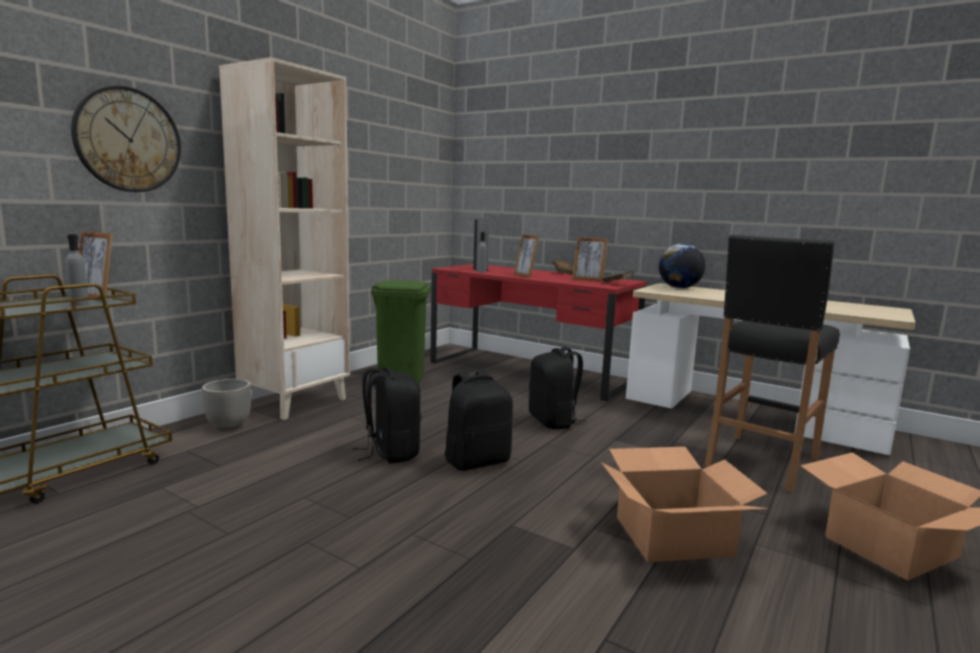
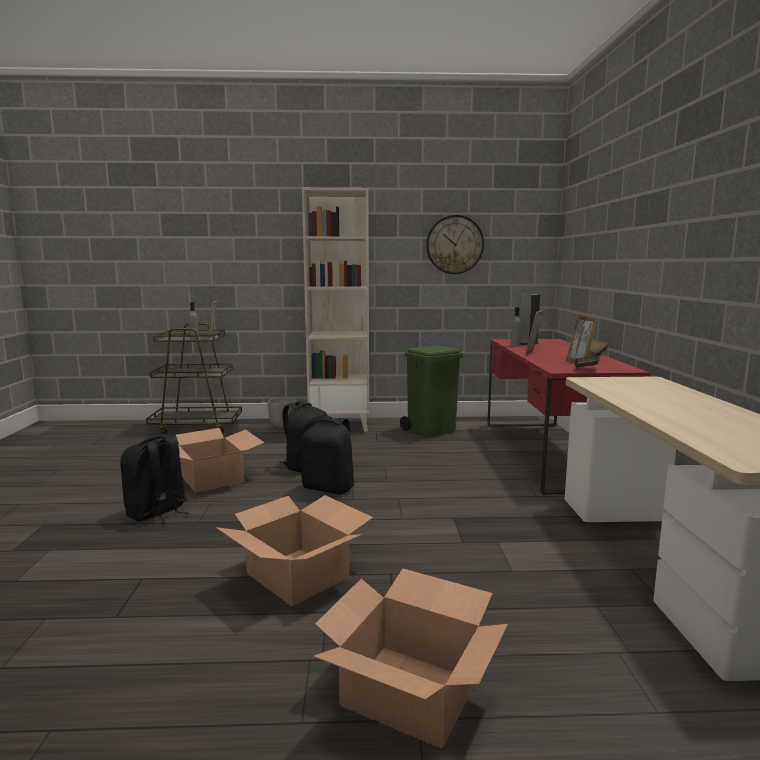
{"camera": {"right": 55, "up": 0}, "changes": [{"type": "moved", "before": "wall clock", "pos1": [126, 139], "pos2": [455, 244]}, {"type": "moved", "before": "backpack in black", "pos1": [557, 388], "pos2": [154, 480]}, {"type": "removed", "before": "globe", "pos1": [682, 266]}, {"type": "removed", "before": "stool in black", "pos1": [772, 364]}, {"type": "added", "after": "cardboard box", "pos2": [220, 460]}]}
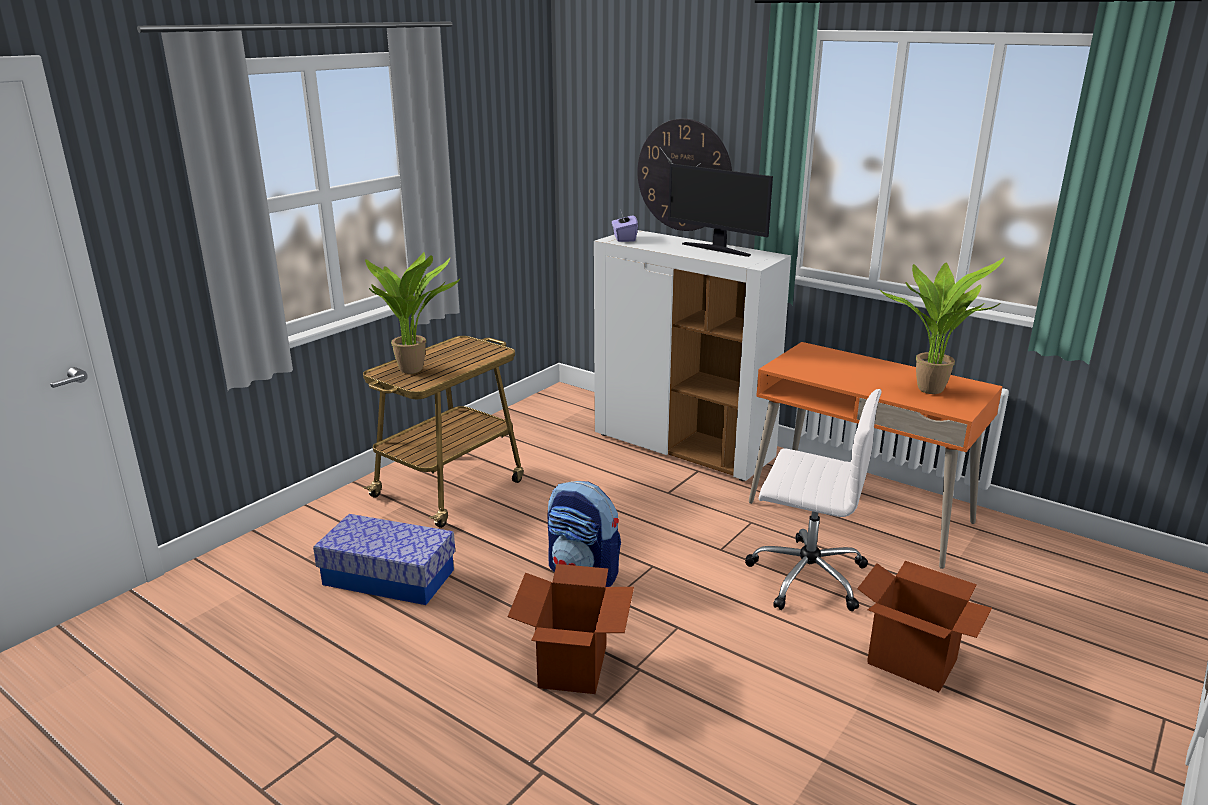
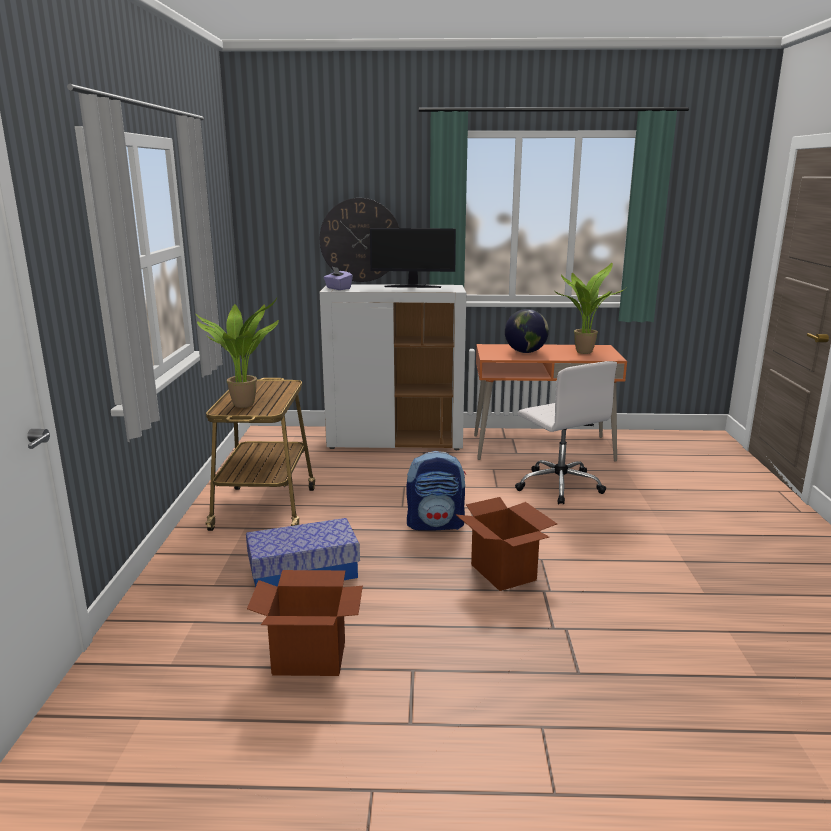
{"camera": {"right": -35, "up": -5}, "changes": [{"type": "turned", "before": "office chair in white", "pos1": [813, 500], "pos2": [566, 433], "turn": 75}, {"type": "moved", "before": "cardboard box", "pos1": [924, 626], "pos2": [305, 623]}, {"type": "added", "after": "globe", "pos2": [527, 331]}]}
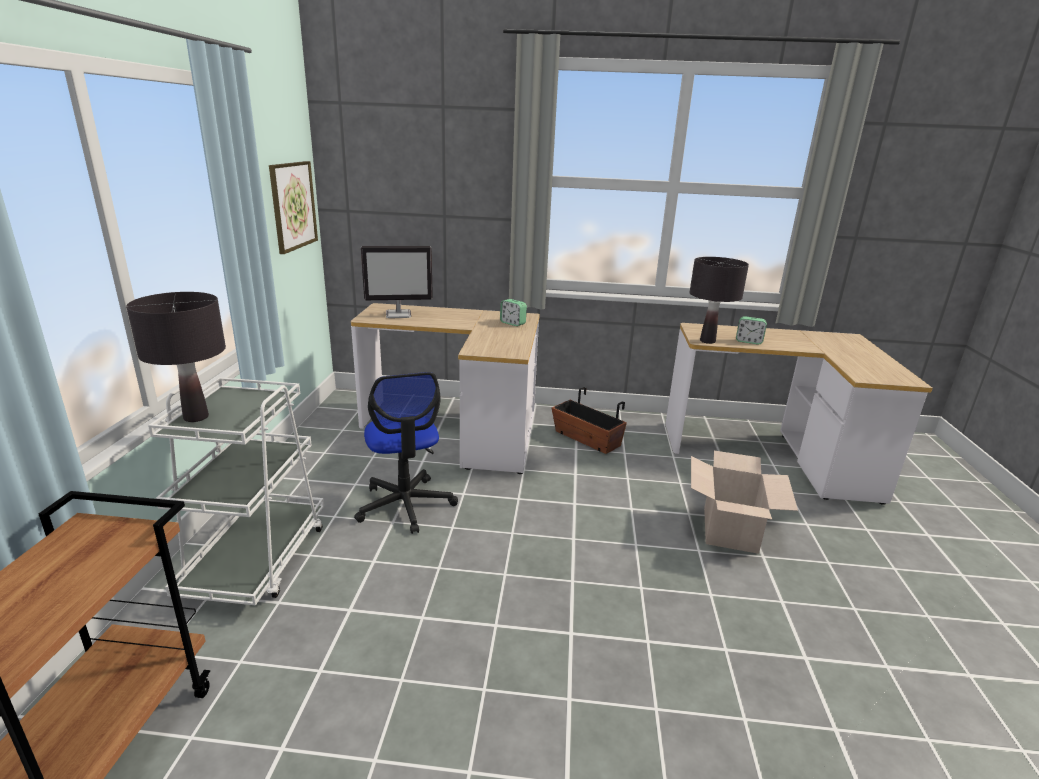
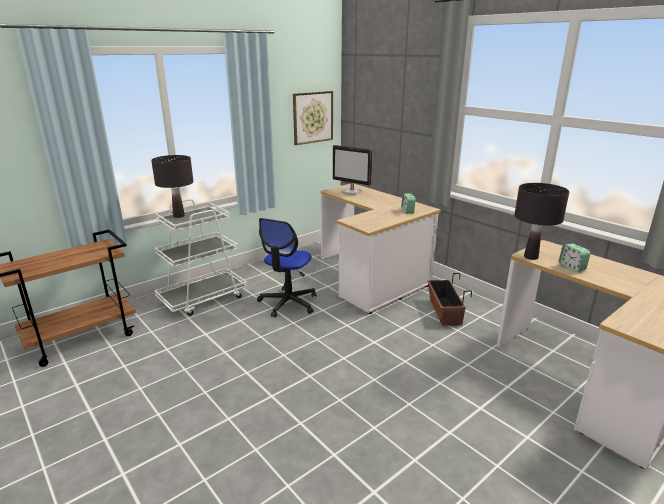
{"camera": {"right": 45, "up": 0}, "changes": [{"type": "removed", "before": "cardboard box", "pos1": [744, 502]}]}
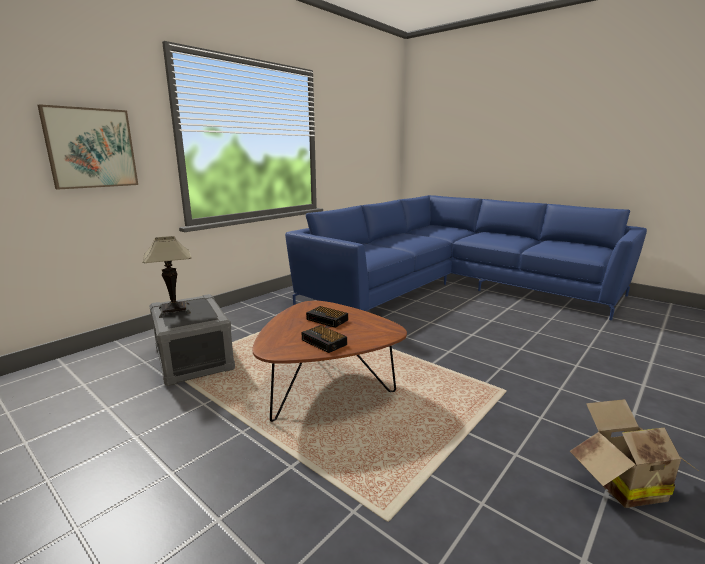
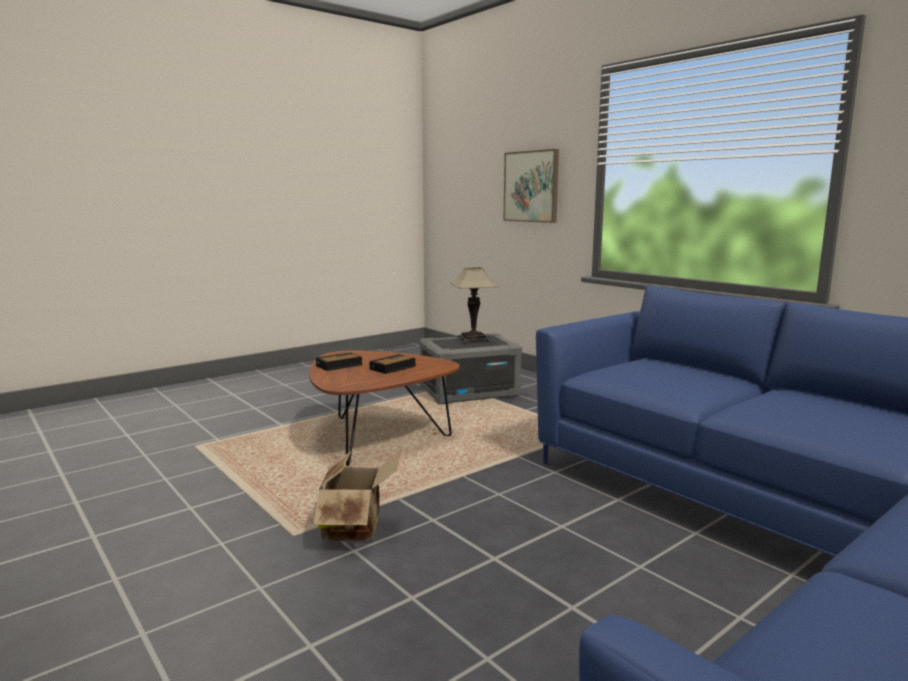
{"camera": {"right": 100, "up": -5}, "changes": [{"type": "moved", "before": "cardboard box", "pos1": [635, 453], "pos2": [357, 496]}]}
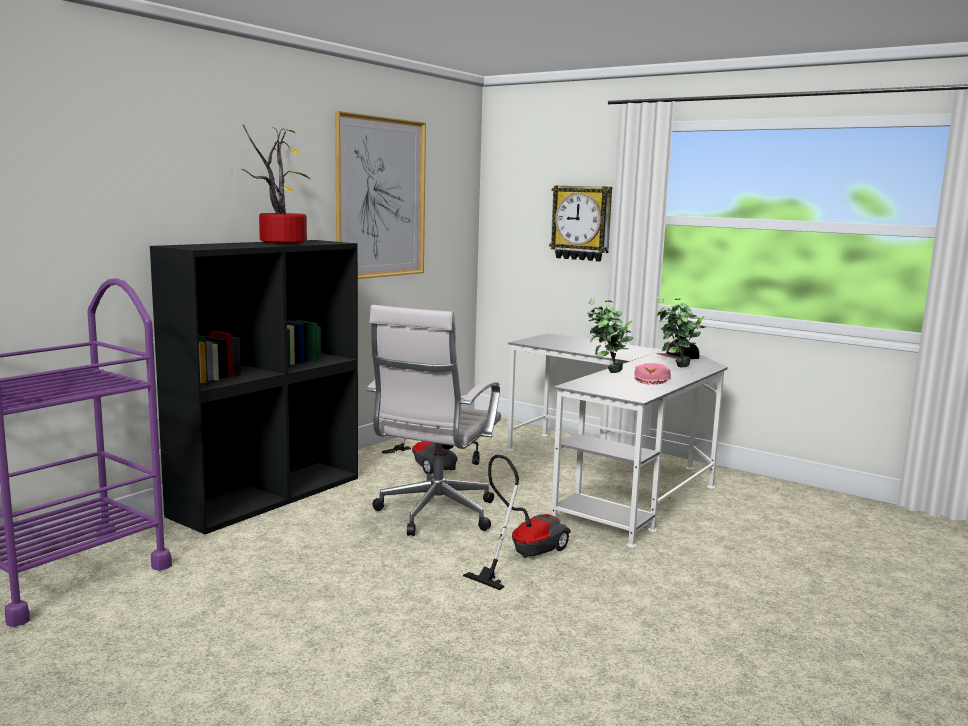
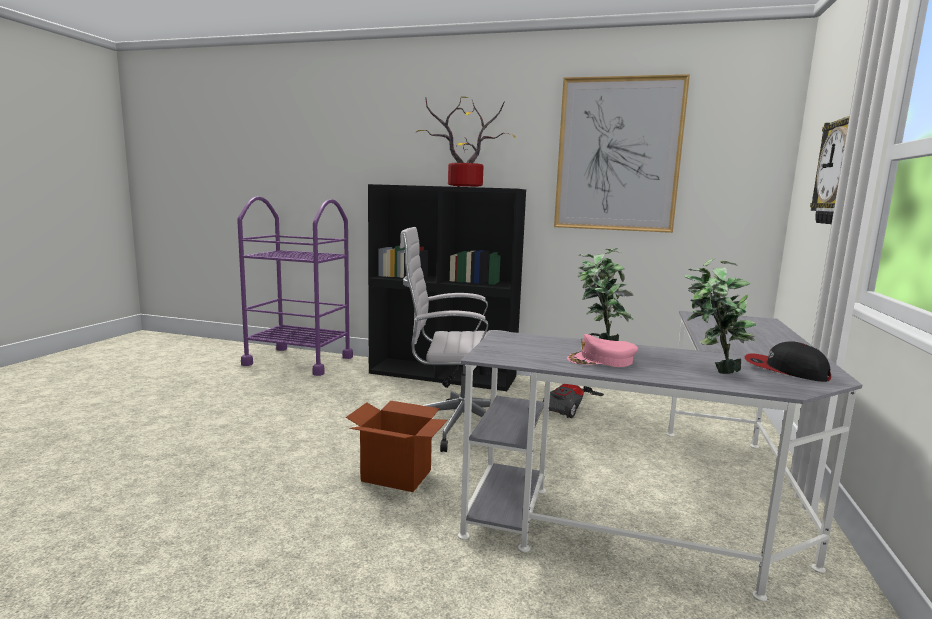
{"camera": {"right": 70, "up": 0}, "changes": [{"type": "replaced", "before": "vacuum cleaner", "after": "cardboard box", "pos1": [517, 522], "pos2": [397, 446]}]}
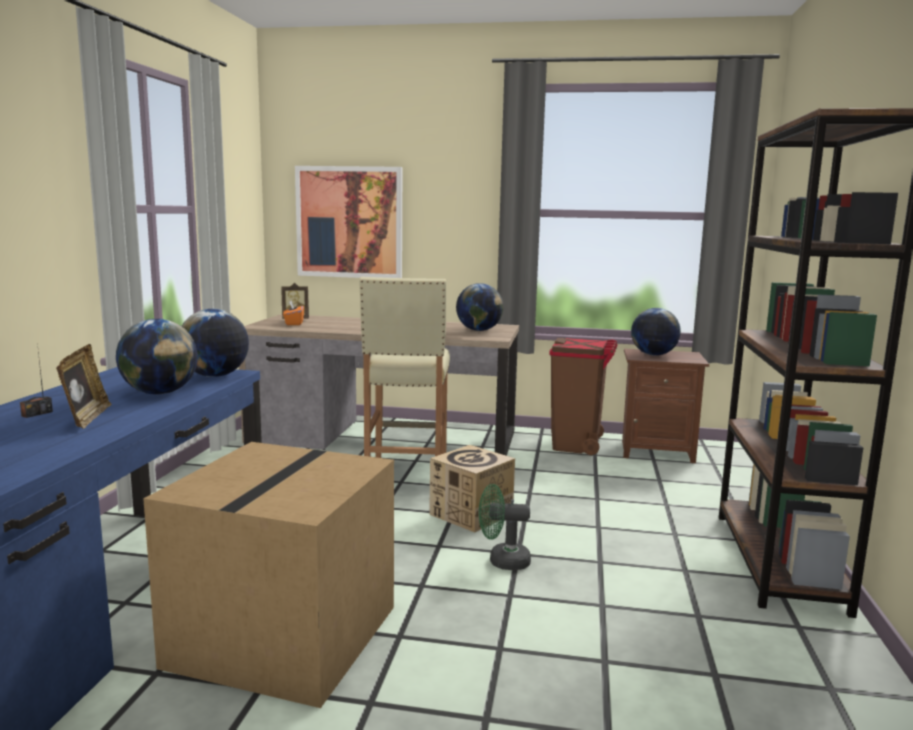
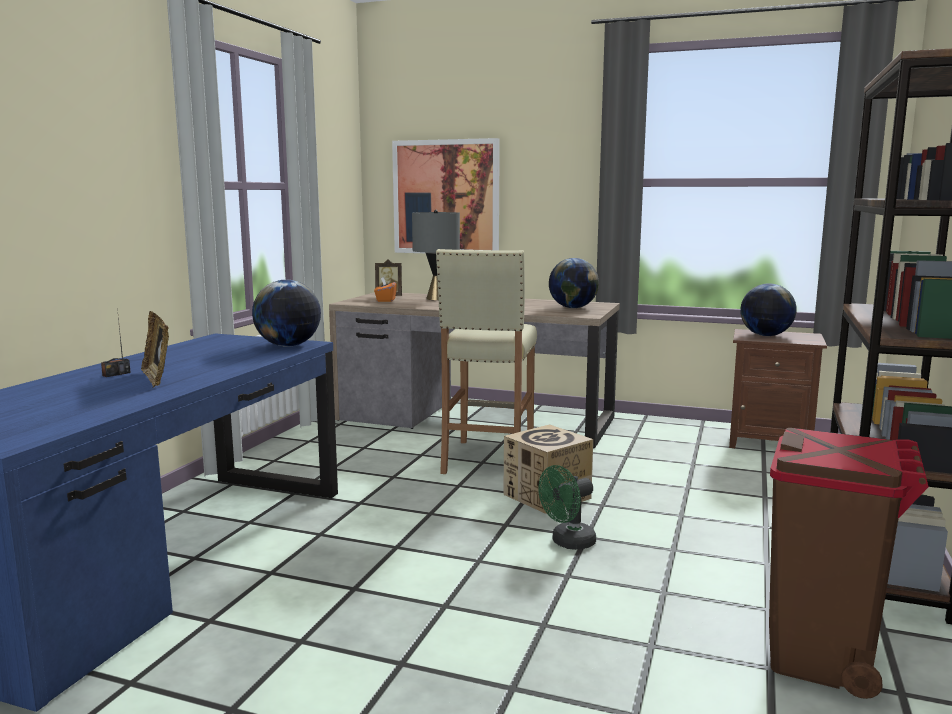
{"camera": {"right": 10, "up": 0}, "changes": [{"type": "turned", "before": "picture frame", "pos1": [83, 386], "pos2": [155, 349], "turn": 150}, {"type": "removed", "before": "globe", "pos1": [157, 357]}, {"type": "removed", "before": "cardboard box", "pos1": [268, 575]}, {"type": "turned", "before": "fan in green", "pos1": [505, 527], "pos2": [567, 507], "turn": -45}, {"type": "moved", "before": "trash can in brown", "pos1": [583, 396], "pos2": [849, 563]}, {"type": "added", "after": "table lamp in grey", "pos2": [436, 255]}]}
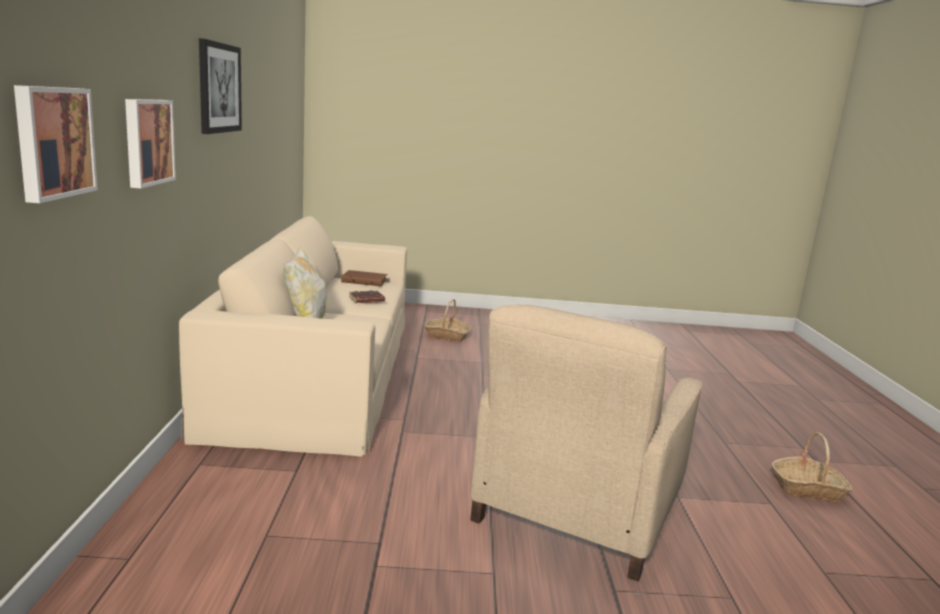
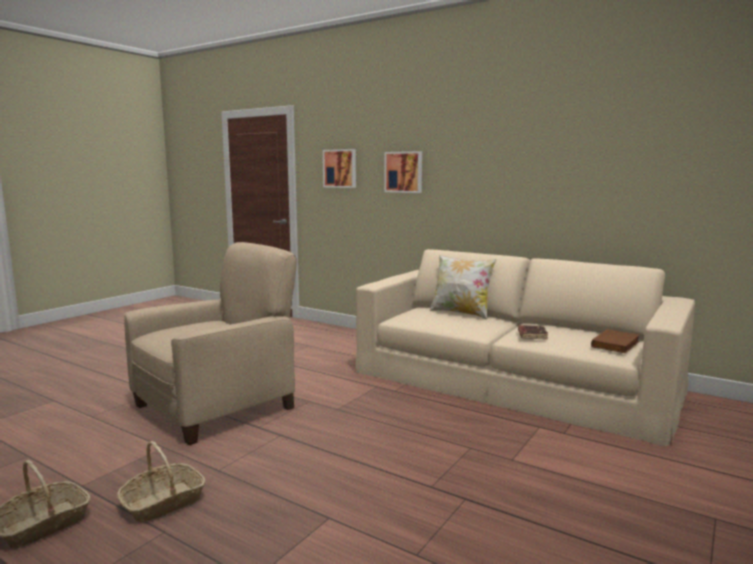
{"camera": {"right": 125, "up": -5}, "changes": [{"type": "removed", "before": "picture", "pos1": [220, 86]}, {"type": "moved", "before": "basket", "pos1": [447, 320], "pos2": [161, 482]}, {"type": "turned", "before": "armchair in beige", "pos1": [586, 443], "pos2": [210, 343], "turn": 75}]}
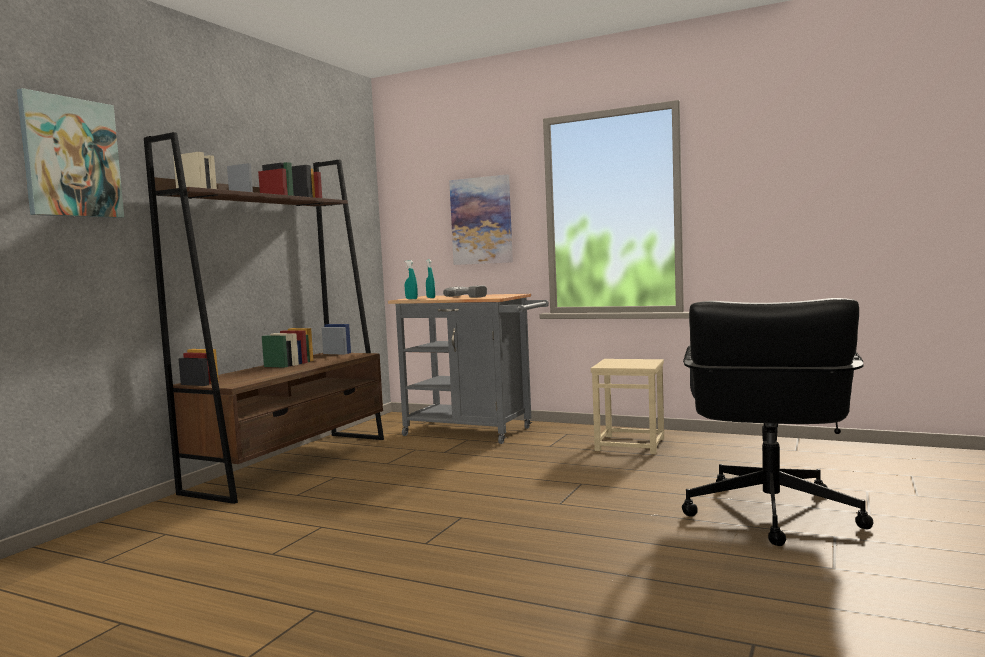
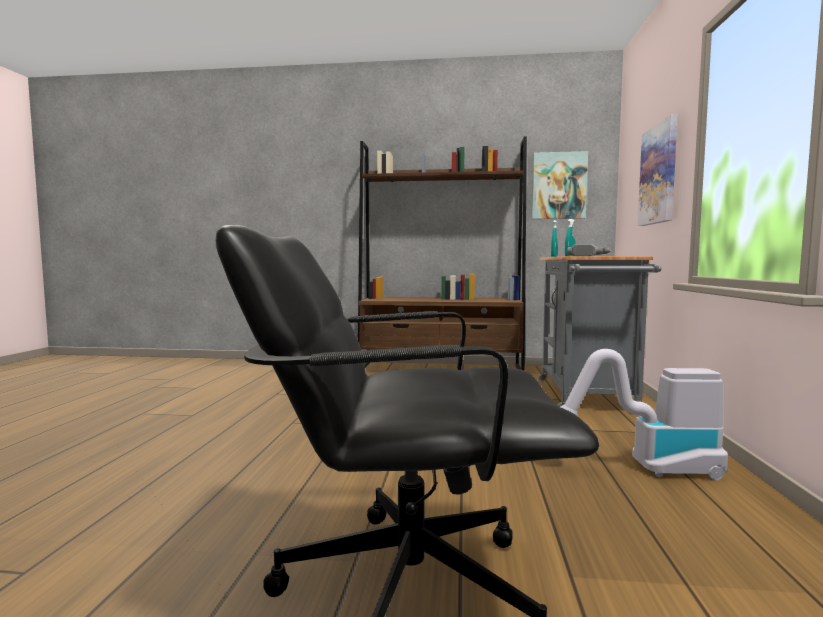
{"camera": {"right": 70, "up": 0}, "changes": [{"type": "moved", "before": "picture", "pos1": [70, 153], "pos2": [560, 185]}, {"type": "replaced", "before": "stool in beige", "after": "vacuum cleaner", "pos1": [627, 406], "pos2": [644, 414]}]}
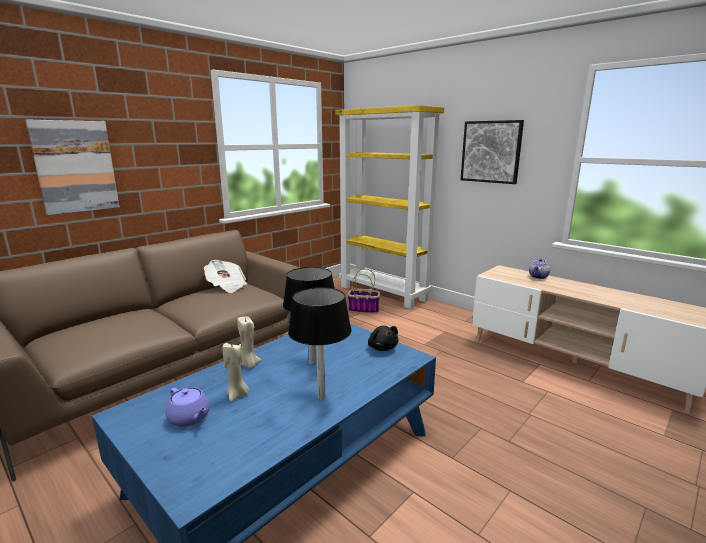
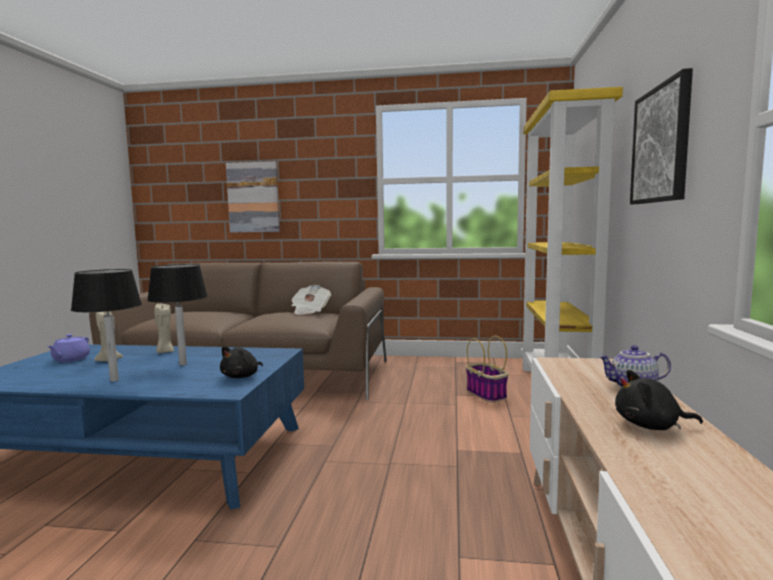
{"camera": {"right": 55, "up": -10}, "changes": [{"type": "added", "after": "plush toy in black", "pos2": [659, 400]}]}
